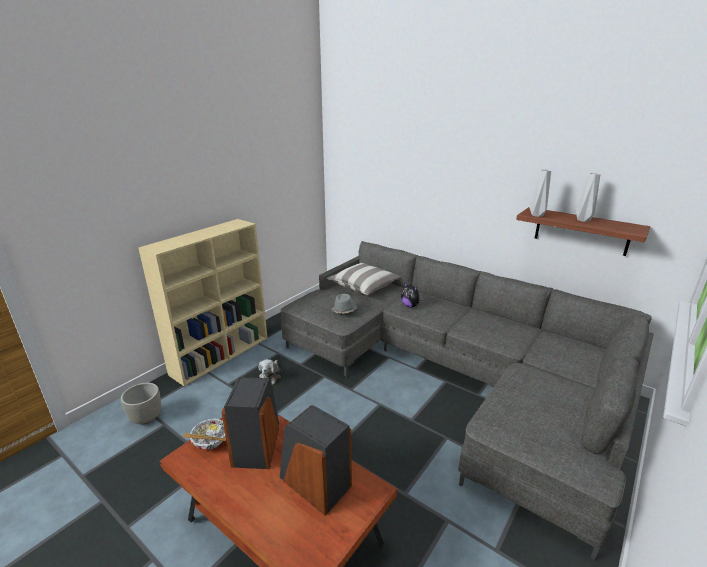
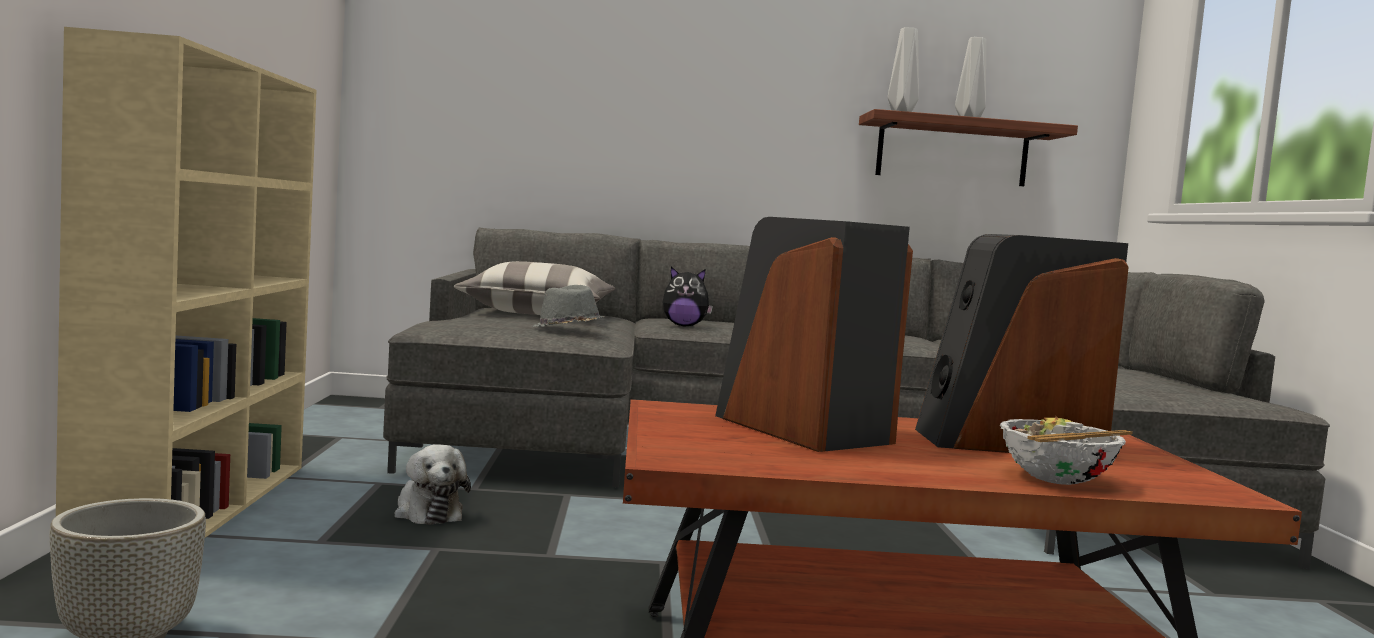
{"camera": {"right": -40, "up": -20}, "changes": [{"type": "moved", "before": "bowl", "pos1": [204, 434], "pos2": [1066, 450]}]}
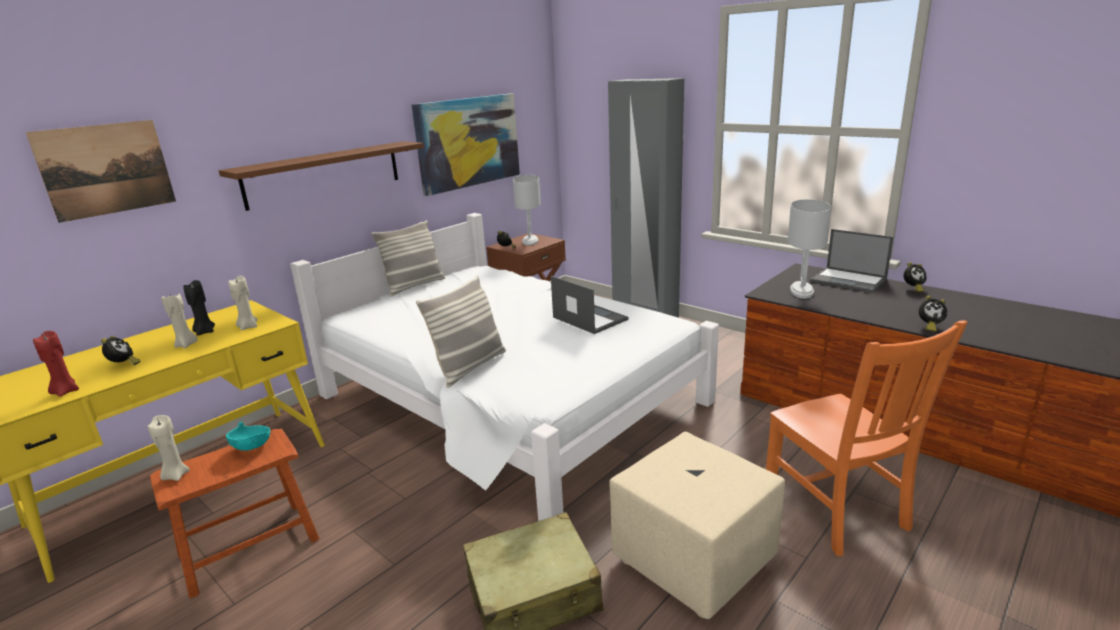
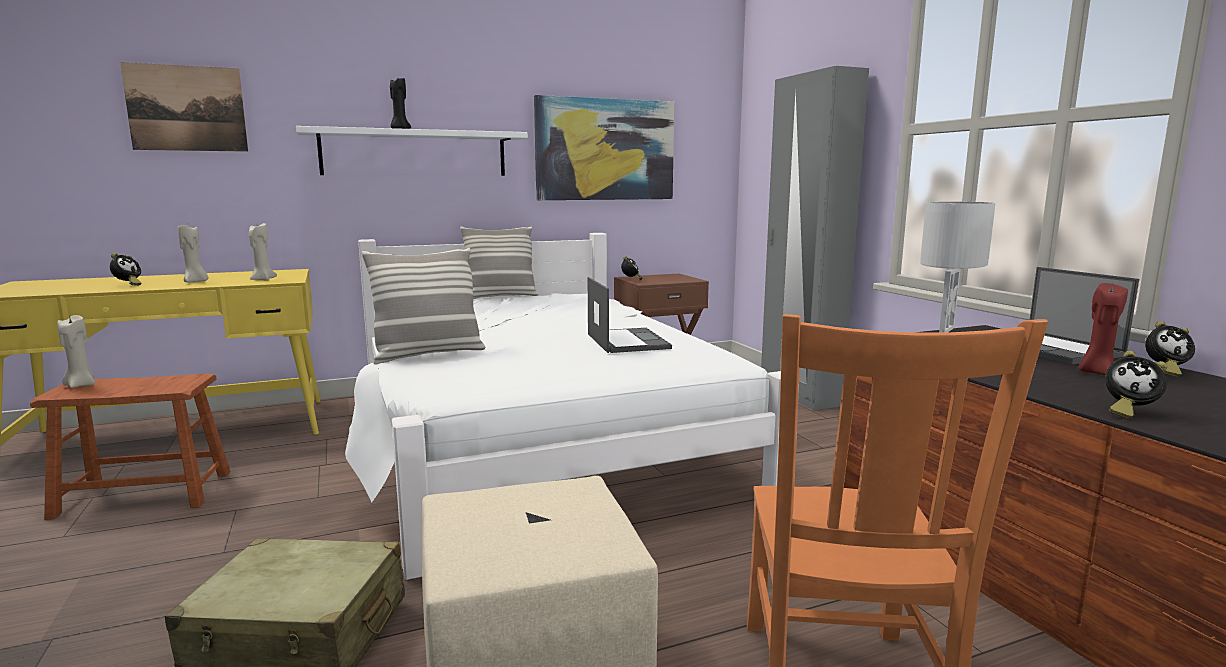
{"camera": {"right": 25, "up": -10}, "changes": [{"type": "moved", "before": "candle in red", "pos1": [56, 364], "pos2": [1103, 329]}, {"type": "moved", "before": "candle in black", "pos1": [199, 308], "pos2": [400, 103]}, {"type": "recoloured", "before": "shelf in brown", "after": "shelf in white", "pos1": [321, 176], "pos2": [412, 151]}, {"type": "removed", "before": "bowl in turquoise", "pos1": [248, 436]}, {"type": "removed", "before": "table lamp in white", "pos1": [527, 210]}]}
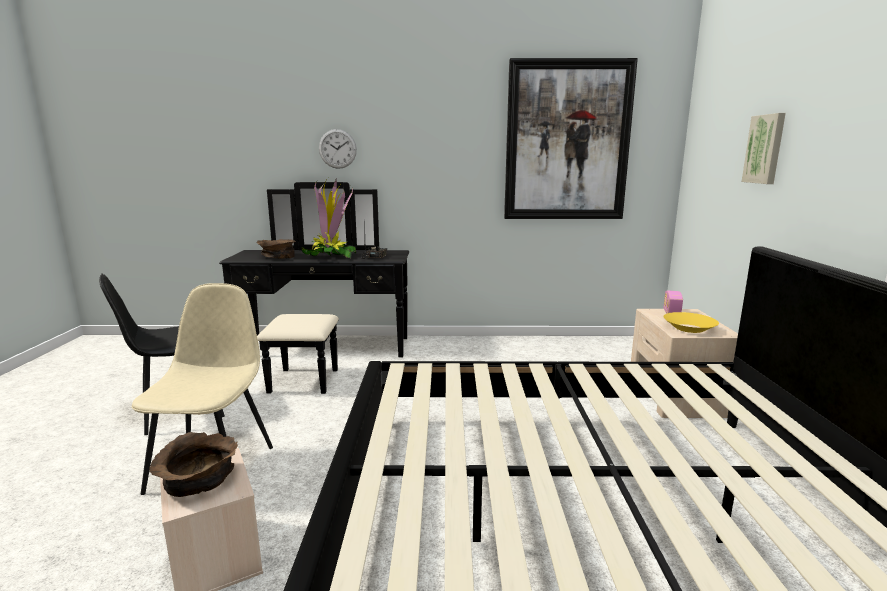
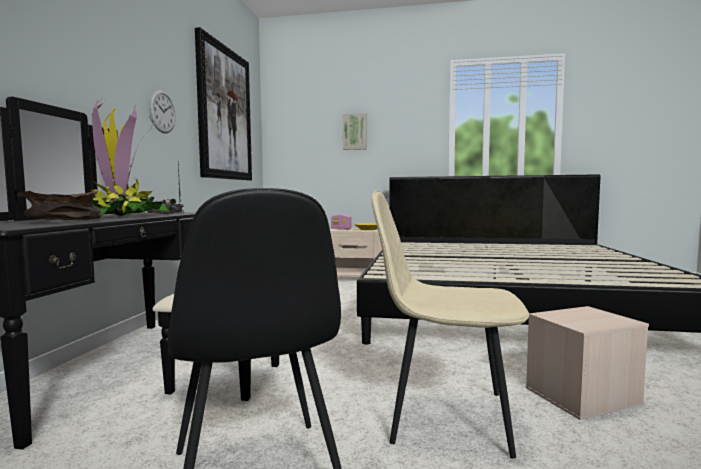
{"camera": {"right": -80, "up": -10}, "changes": [{"type": "removed", "before": "bowl in brown", "pos1": [193, 464]}, {"type": "moved", "before": "wall clock", "pos1": [338, 149], "pos2": [162, 111]}]}
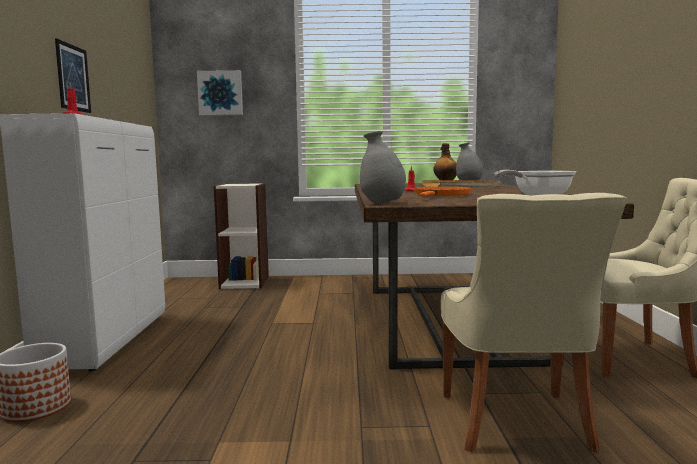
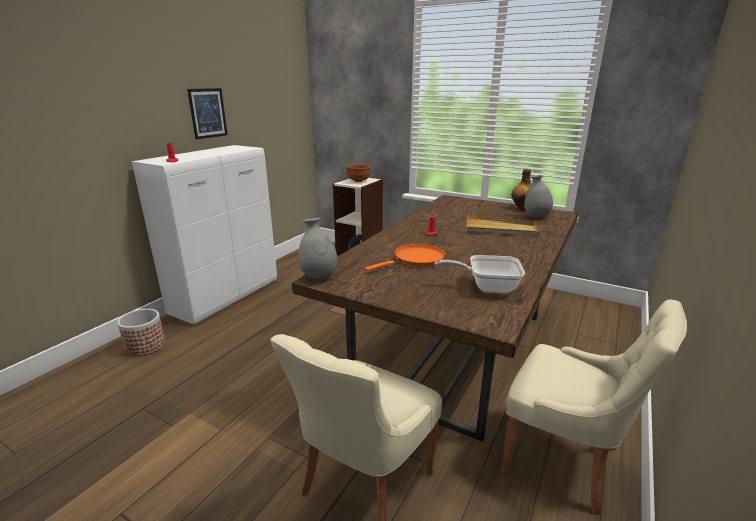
{"camera": {"right": 30, "up": 15}, "changes": [{"type": "removed", "before": "picture", "pos1": [220, 93]}, {"type": "added", "after": "bowl in brown", "pos2": [358, 173]}]}
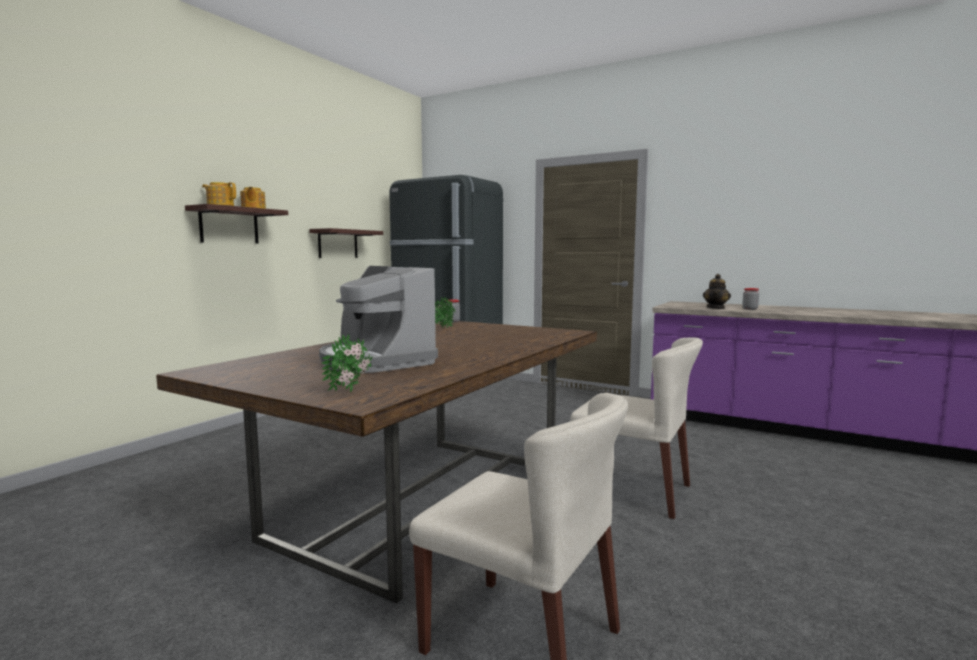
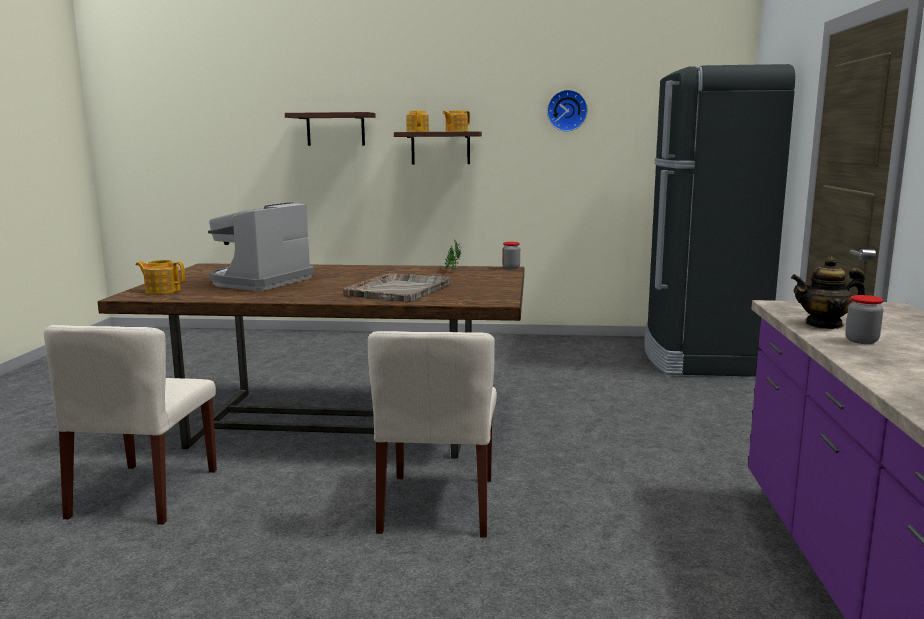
{"camera": {"right": 65, "up": 5}, "changes": [{"type": "moved", "before": "shelf", "pos1": [346, 243], "pos2": [330, 129]}, {"type": "replaced", "before": "potted plant", "after": "teapot", "pos1": [347, 363], "pos2": [160, 277]}, {"type": "added", "after": "tray in grey", "pos2": [397, 287]}, {"type": "added", "after": "wall clock", "pos2": [567, 110]}]}
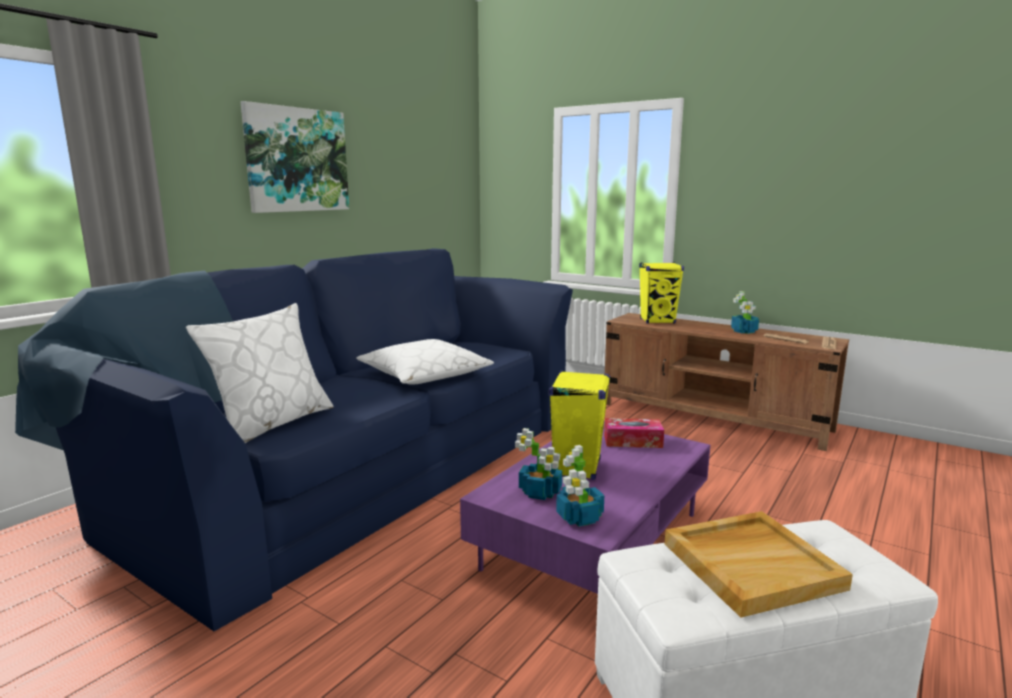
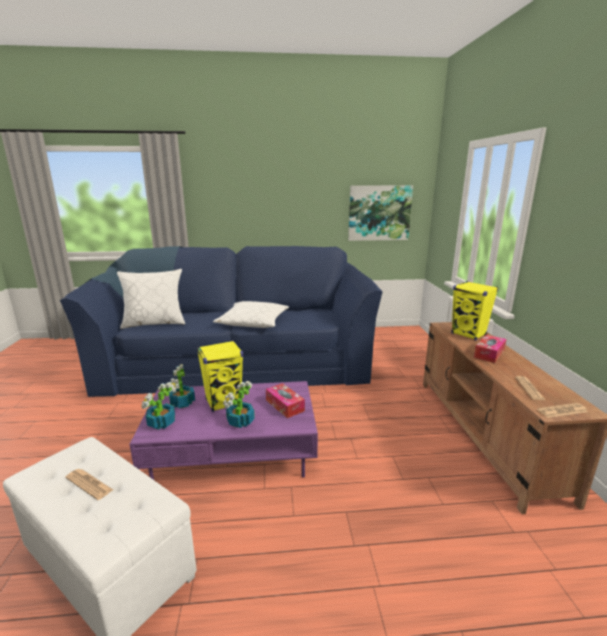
{"camera": {"right": 50, "up": 5}, "changes": [{"type": "moved", "before": "picture", "pos1": [294, 157], "pos2": [380, 213]}, {"type": "replaced", "before": "tray in beige", "after": "newspaper", "pos1": [759, 564], "pos2": [89, 484]}, {"type": "moved", "before": "potted plant", "pos1": [745, 312], "pos2": [239, 404]}, {"type": "added", "after": "tissue box", "pos2": [490, 349]}]}
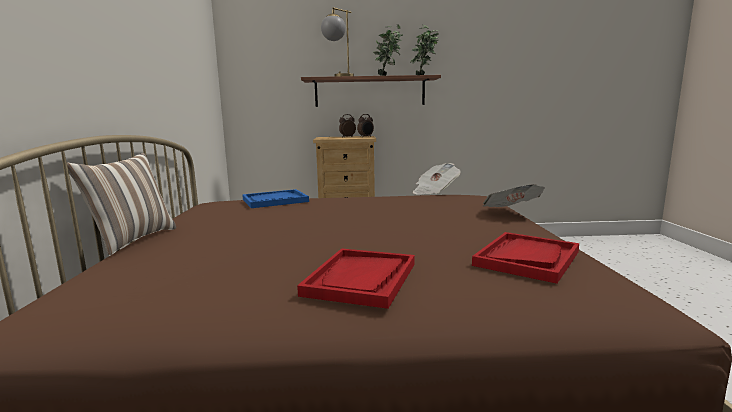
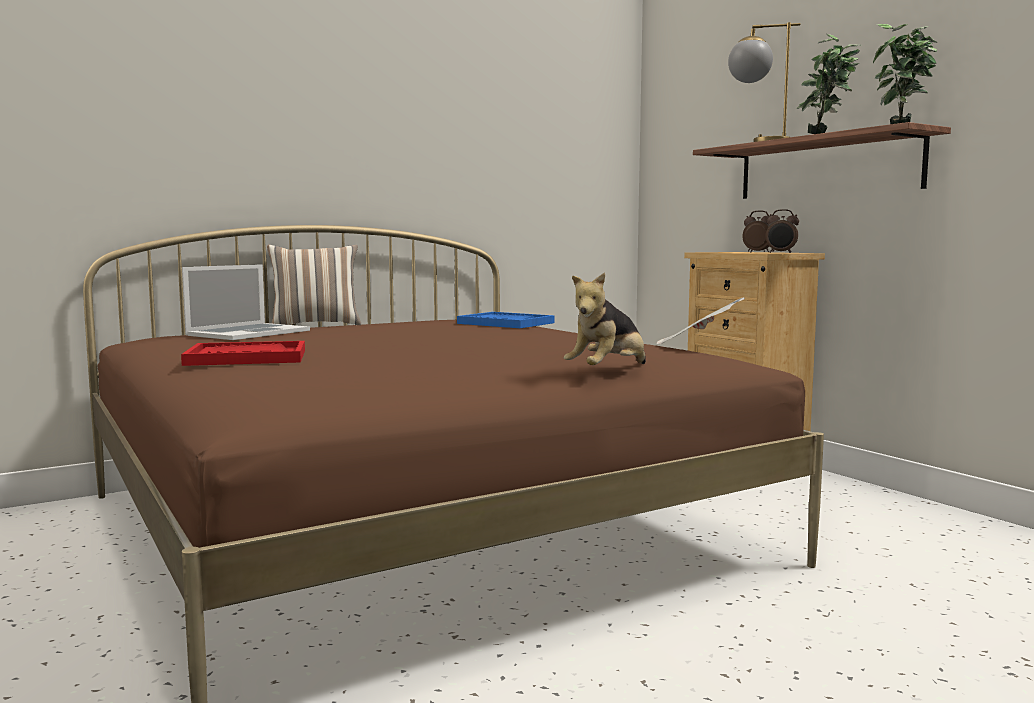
{"camera": {"right": 60, "up": -5}, "changes": [{"type": "removed", "before": "tray in red", "pos1": [525, 258]}, {"type": "replaced", "before": "newspaper", "after": "plush toy", "pos1": [513, 195], "pos2": [605, 319]}, {"type": "added", "after": "laptop", "pos2": [246, 302]}]}
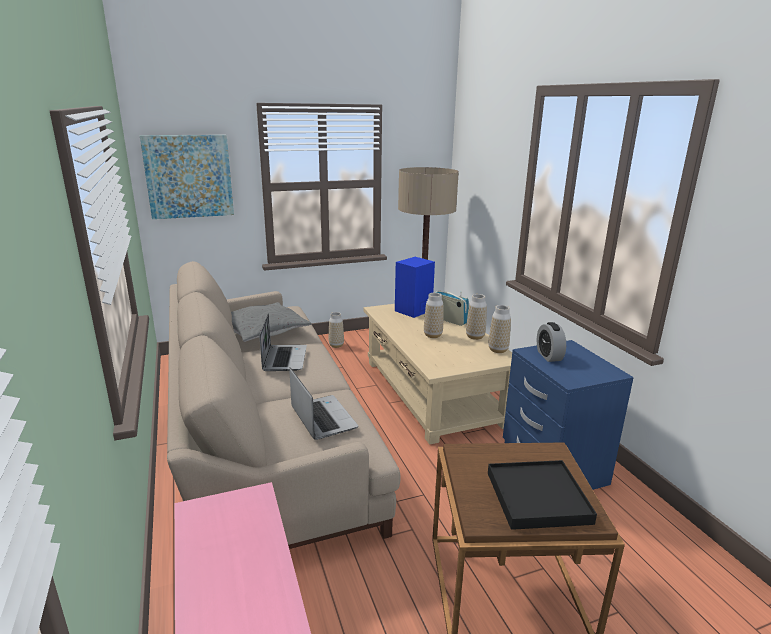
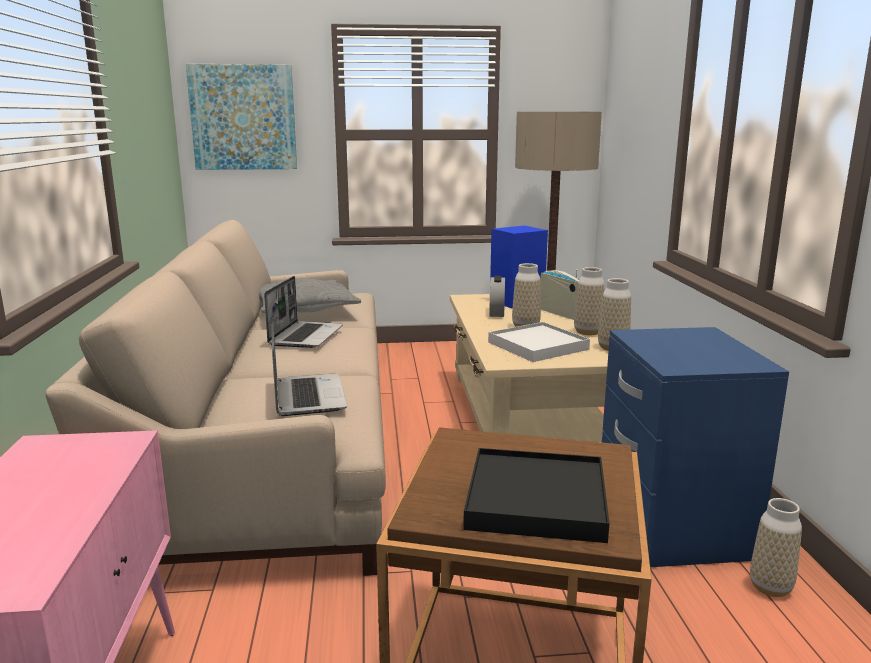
{"camera": {"right": 15, "up": -5}, "changes": [{"type": "moved", "before": "vase", "pos1": [336, 330], "pos2": [776, 547]}, {"type": "moved", "before": "alarm clock", "pos1": [551, 342], "pos2": [497, 296]}, {"type": "added", "after": "tray in white", "pos2": [539, 342]}]}
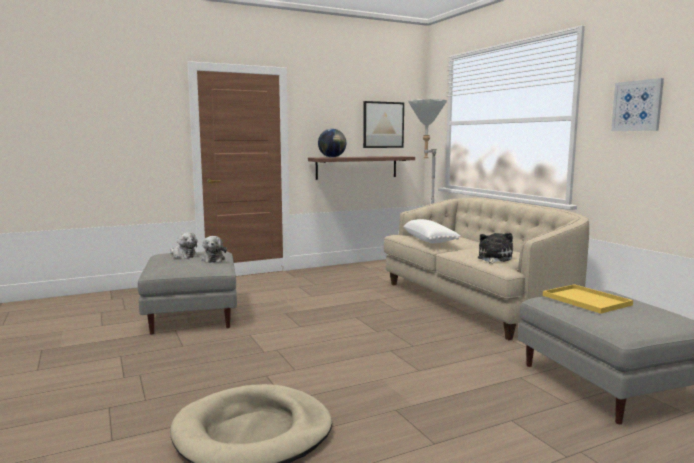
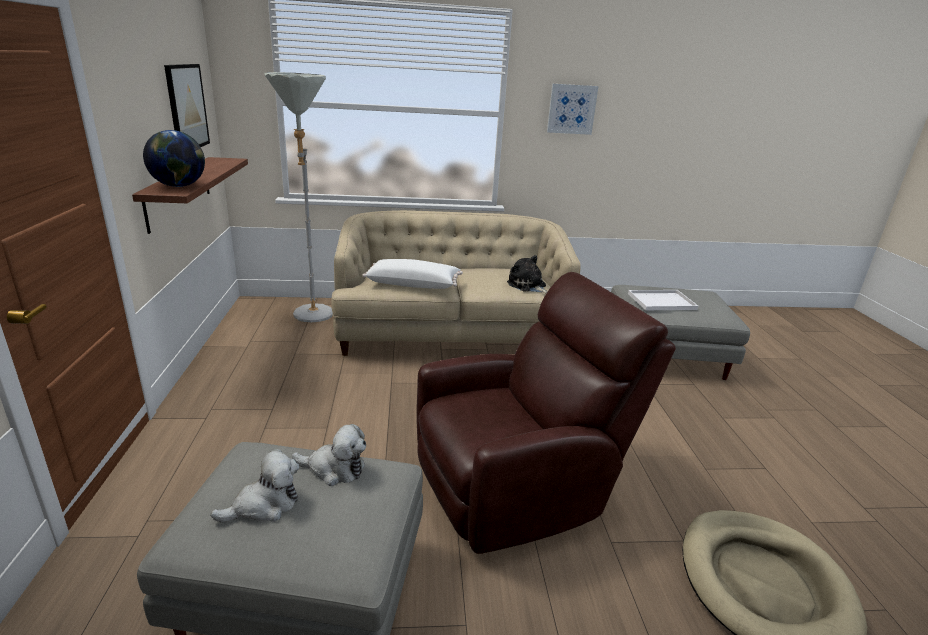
{"camera": {"right": -70, "up": 15}, "changes": [{"type": "recoloured", "before": "tray in yellow", "after": "tray in white", "pos1": [588, 299], "pos2": [663, 300]}, {"type": "added", "after": "armchair in brown", "pos2": [546, 413]}]}
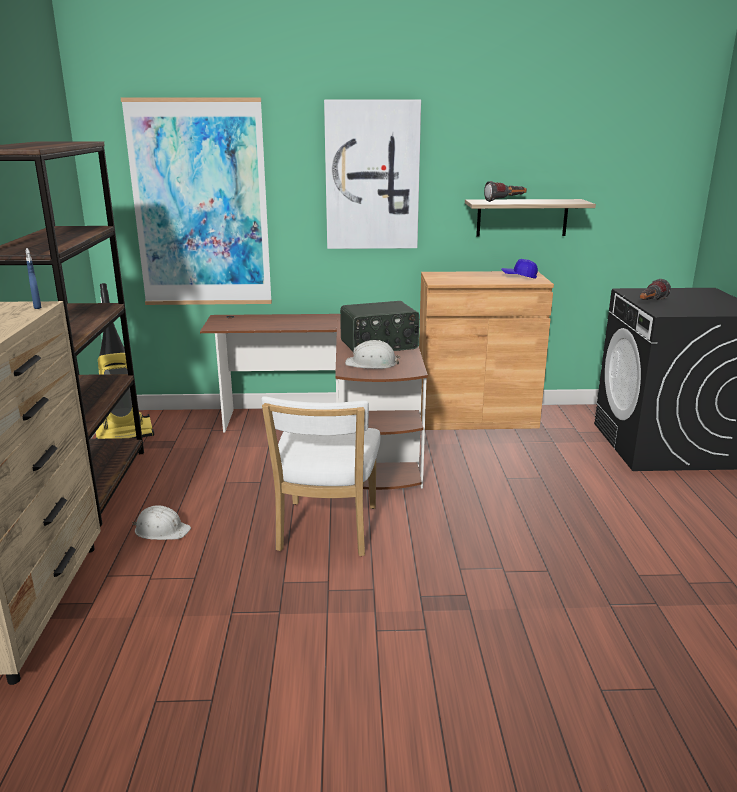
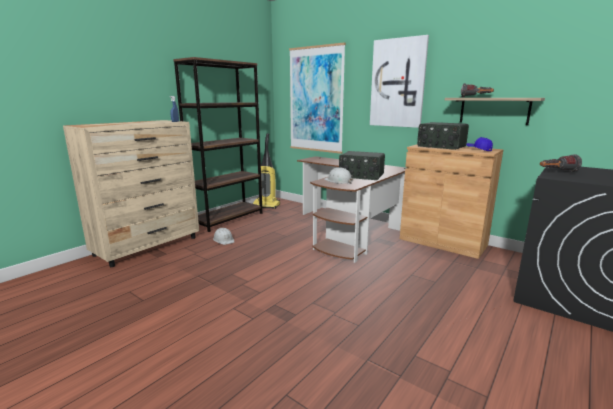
{"camera": {"right": 40, "up": -5}, "changes": [{"type": "removed", "before": "chair in white", "pos1": [320, 476]}, {"type": "added", "after": "radio", "pos2": [443, 136]}]}
